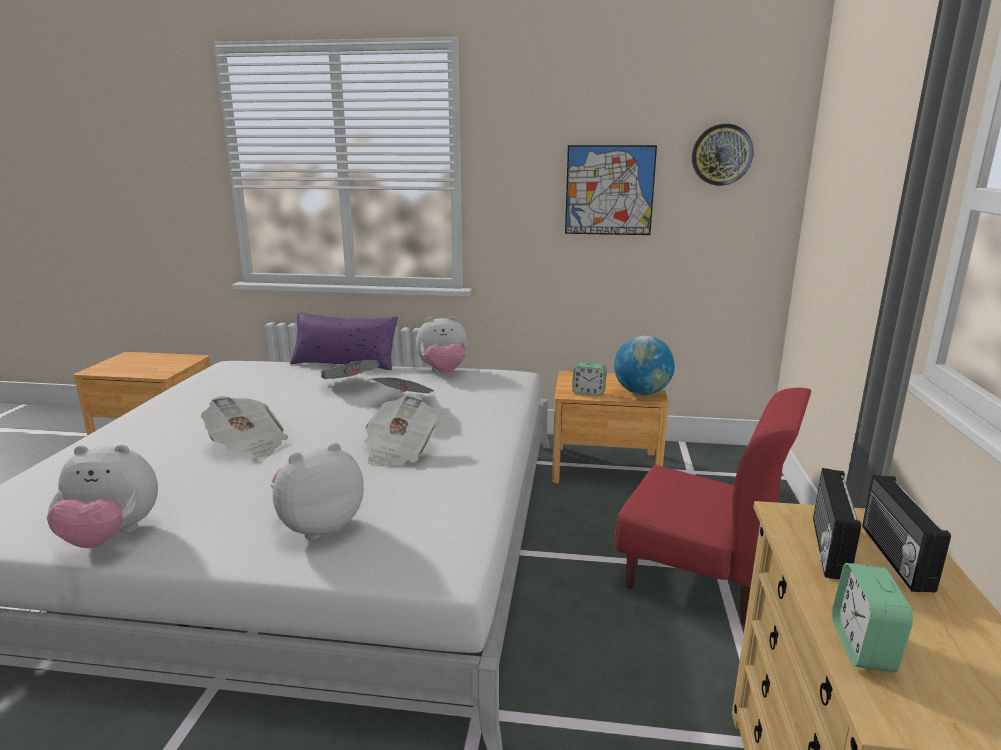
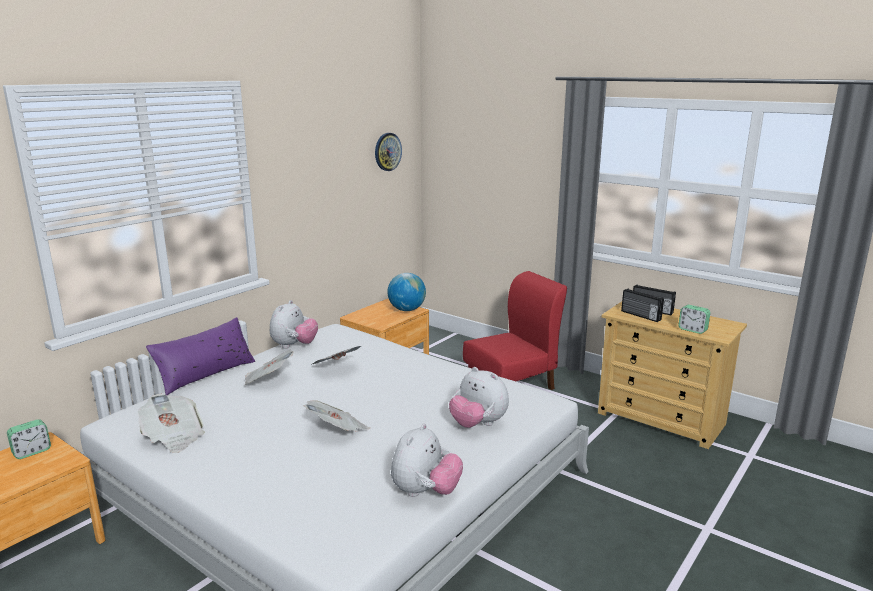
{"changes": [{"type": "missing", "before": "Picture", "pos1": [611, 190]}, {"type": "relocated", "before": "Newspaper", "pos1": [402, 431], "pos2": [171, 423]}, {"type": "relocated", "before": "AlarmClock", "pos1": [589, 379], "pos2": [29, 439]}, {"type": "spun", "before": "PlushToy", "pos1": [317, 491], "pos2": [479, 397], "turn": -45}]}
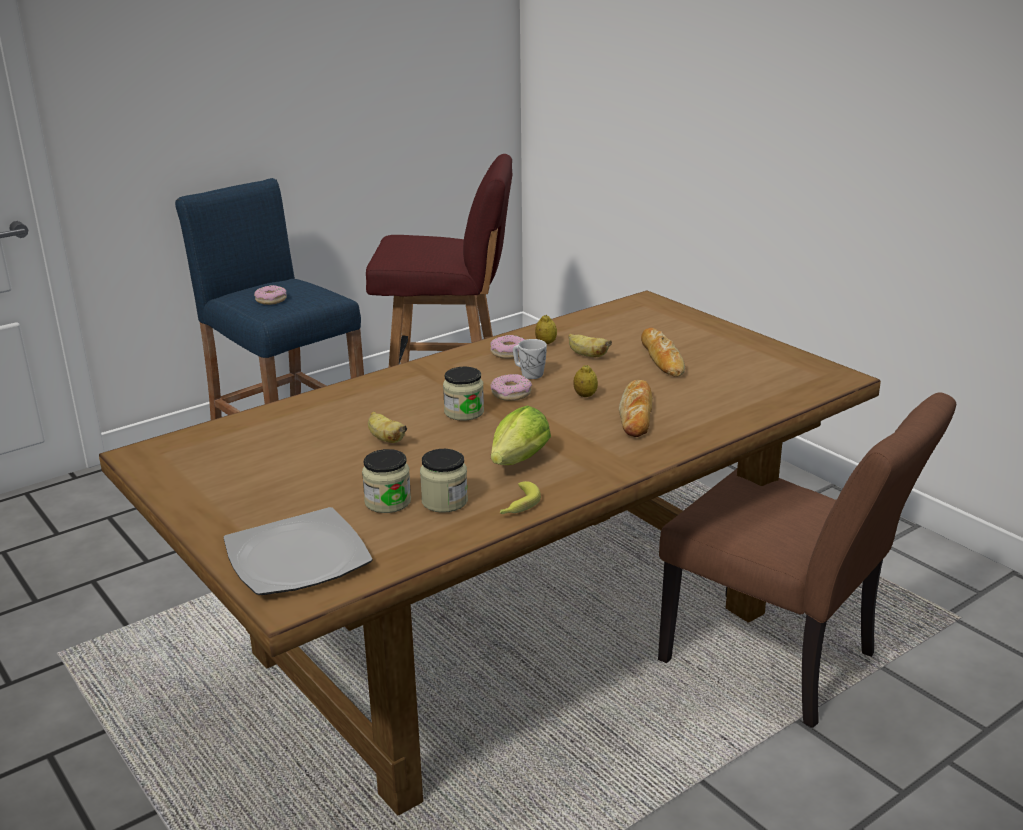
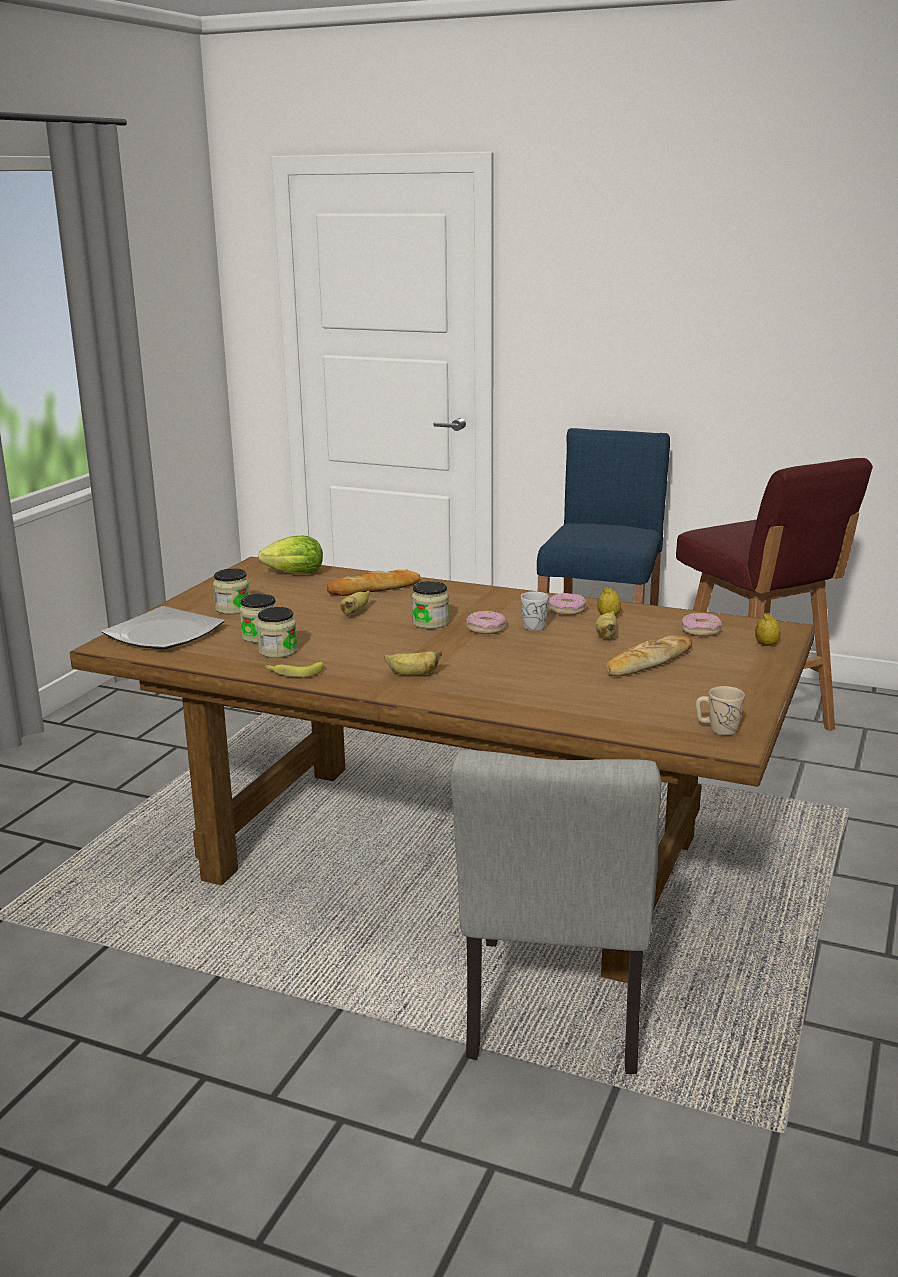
{"changes": [{"type": "appeared", "after": "Jar", "pos2": [231, 591]}, {"type": "appeared", "after": "Banana", "pos2": [413, 663]}, {"type": "appeared", "after": "BeigeMug", "pos2": [720, 711]}, {"type": "relocated", "before": "Donut", "pos1": [270, 295], "pos2": [701, 625]}, {"type": "relocated", "before": "Lettuce", "pos1": [521, 435], "pos2": [290, 555]}, {"type": "relocated", "before": "Lemon", "pos1": [585, 381], "pos2": [768, 629]}, {"type": "relocated", "before": "Bread", "pos1": [636, 408], "pos2": [374, 583]}, {"type": "colour", "before": "BrownChair", "after": "GreyChair", "pos1": [807, 560], "pos2": [556, 912]}]}
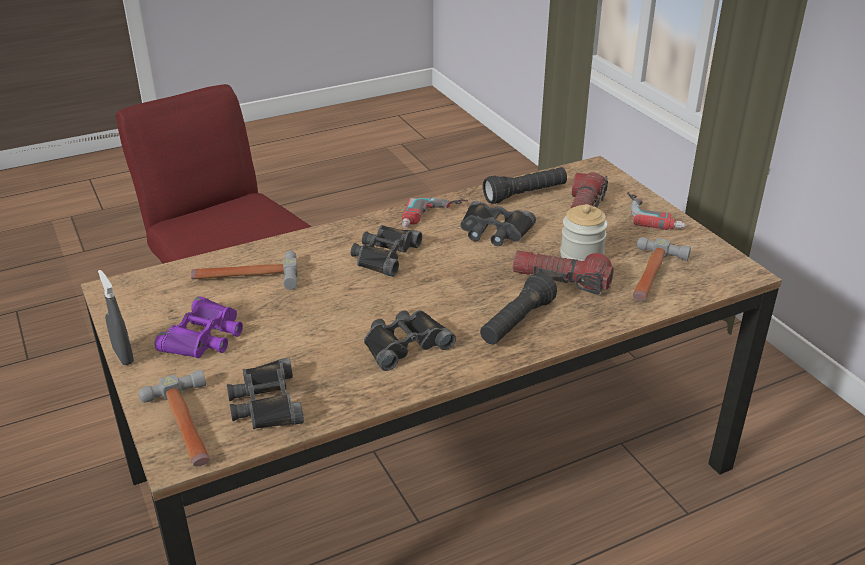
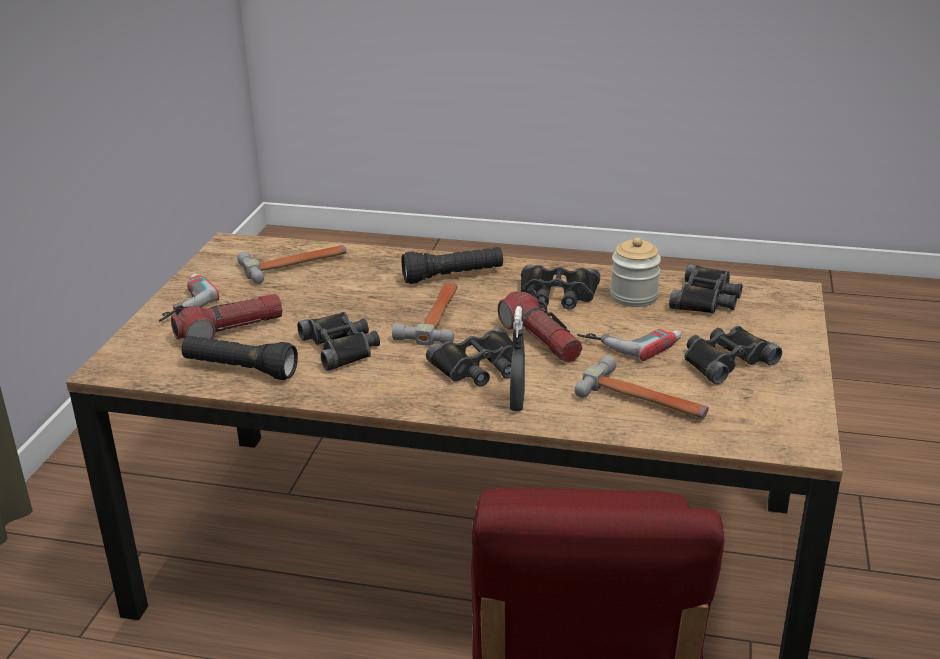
{"changes": [{"type": "relocated", "before": "GreySprayBottle", "pos1": [116, 317], "pos2": [517, 358]}, {"type": "relocated", "before": "Hammer", "pos1": [174, 417], "pos2": [425, 314]}, {"type": "relocated", "before": "PowerDrill", "pos1": [434, 213], "pos2": [629, 345]}, {"type": "relocated", "before": "Flashlight", "pos1": [563, 272], "pos2": [540, 326]}, {"type": "relocated", "before": "Jar", "pos1": [584, 232], "pos2": [635, 272]}, {"type": "colour", "before": "PurpleBinoculars", "after": "BlackBinoculars", "pos1": [199, 327], "pos2": [733, 355]}]}
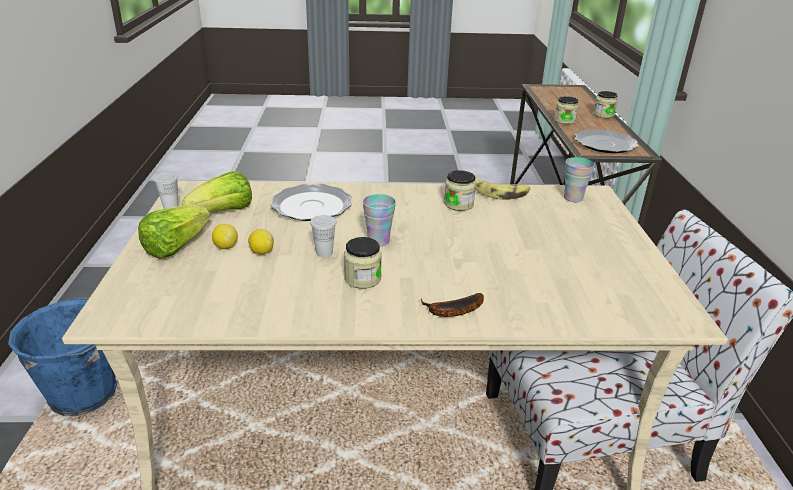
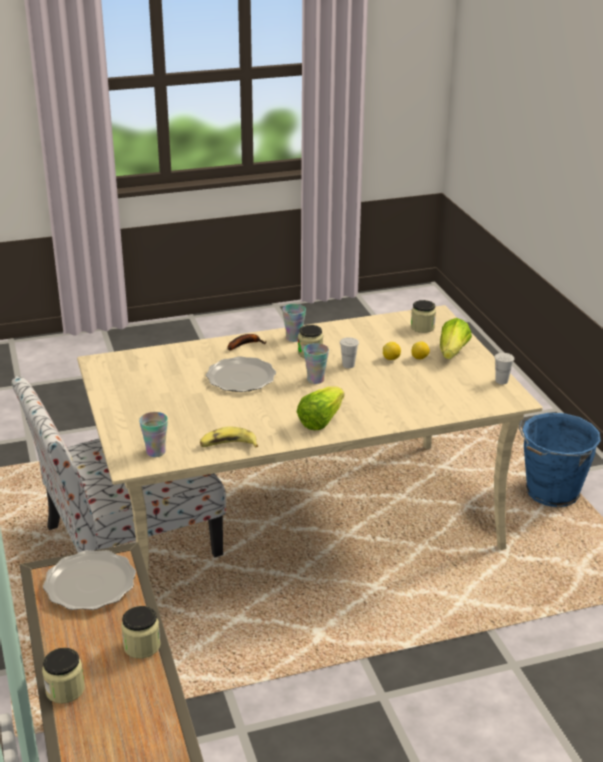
{"changes": [{"type": "appeared", "after": "Cup", "pos2": [294, 323]}, {"type": "relocated", "before": "Lettuce", "pos1": [217, 191], "pos2": [320, 408]}, {"type": "relocated", "before": "Plate", "pos1": [311, 202], "pos2": [241, 374]}, {"type": "relocated", "before": "Jar", "pos1": [460, 190], "pos2": [423, 316]}]}
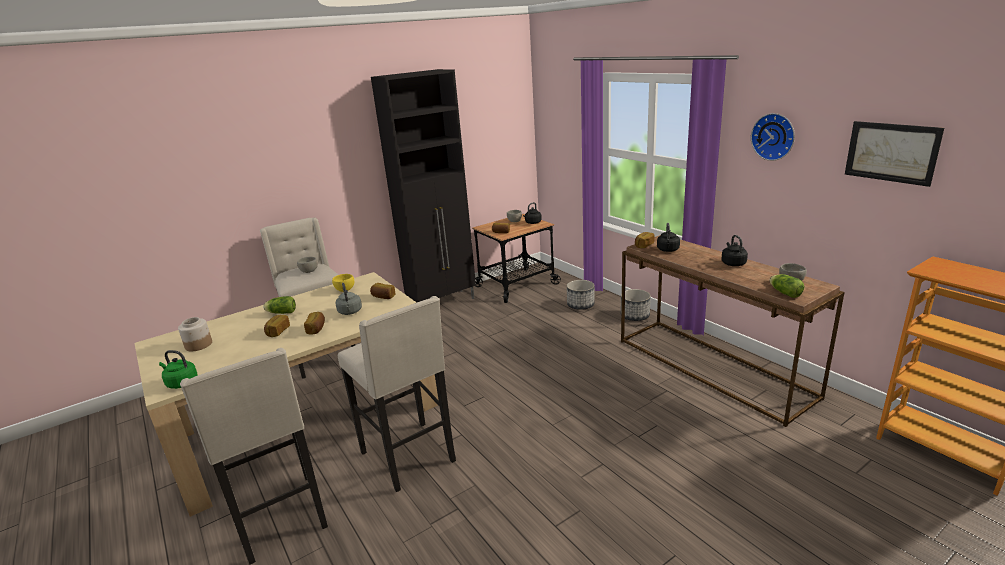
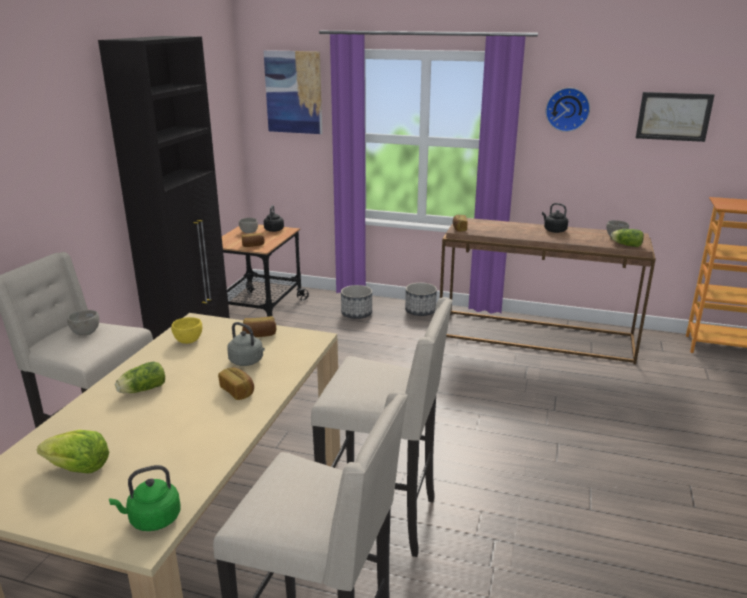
{"changes": [{"type": "missing", "before": "Bread", "pos1": [277, 326]}, {"type": "missing", "before": "BlackKettle", "pos1": [668, 237]}, {"type": "appeared", "after": "Picture", "pos2": [293, 92]}, {"type": "exchanged", "before": "Jar", "after": "Lettuce", "pos1": [195, 334], "pos2": [73, 451]}]}
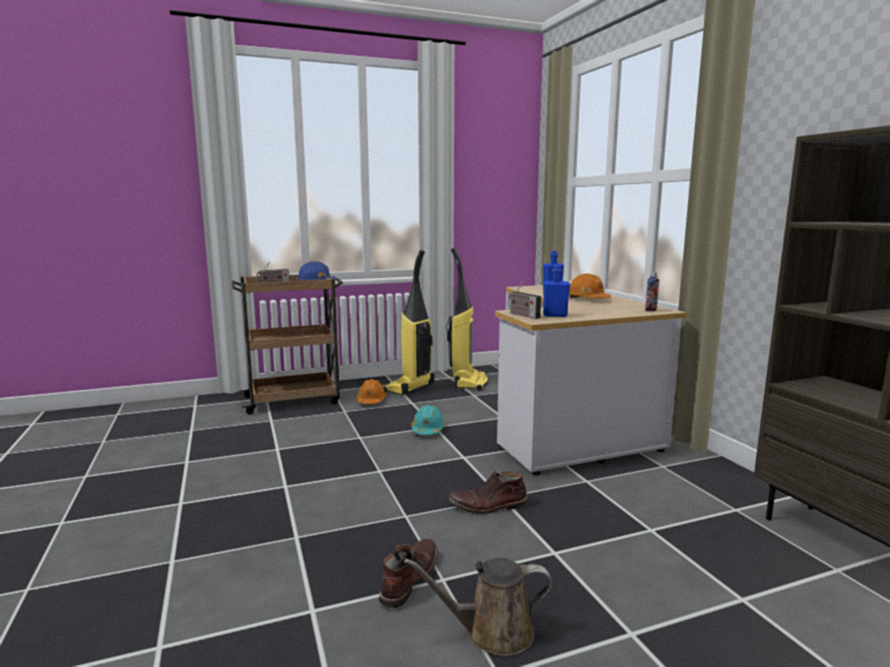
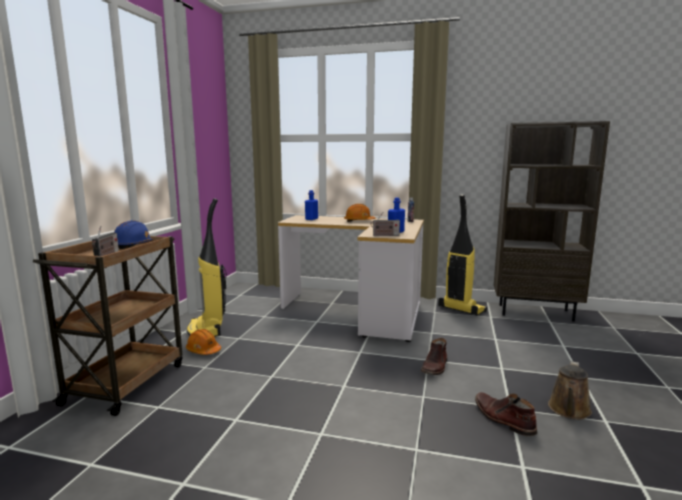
{"changes": [{"type": "missing", "before": "TurquoiseHardHat", "pos1": [428, 420]}, {"type": "relocated", "before": "VacuumCleaner", "pos1": [467, 319], "pos2": [462, 255]}]}
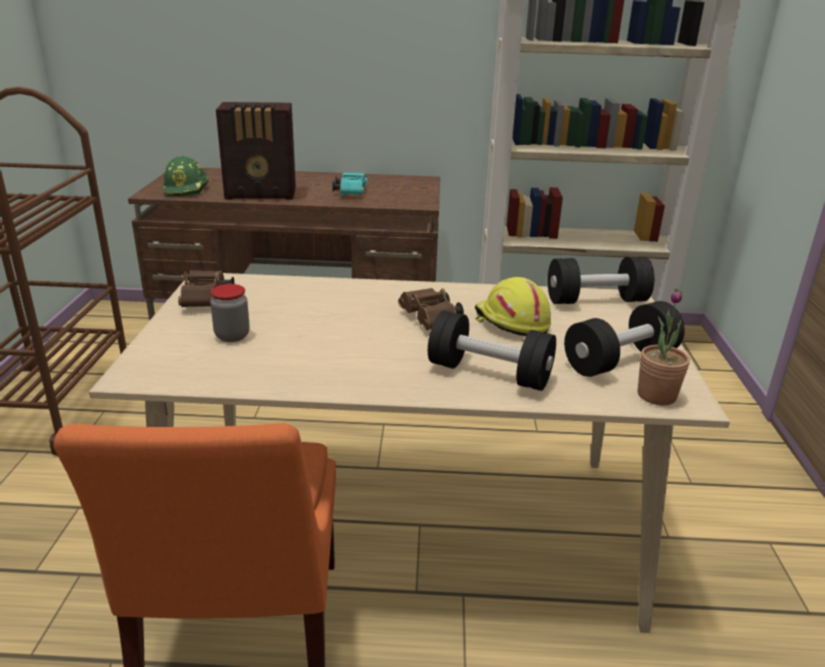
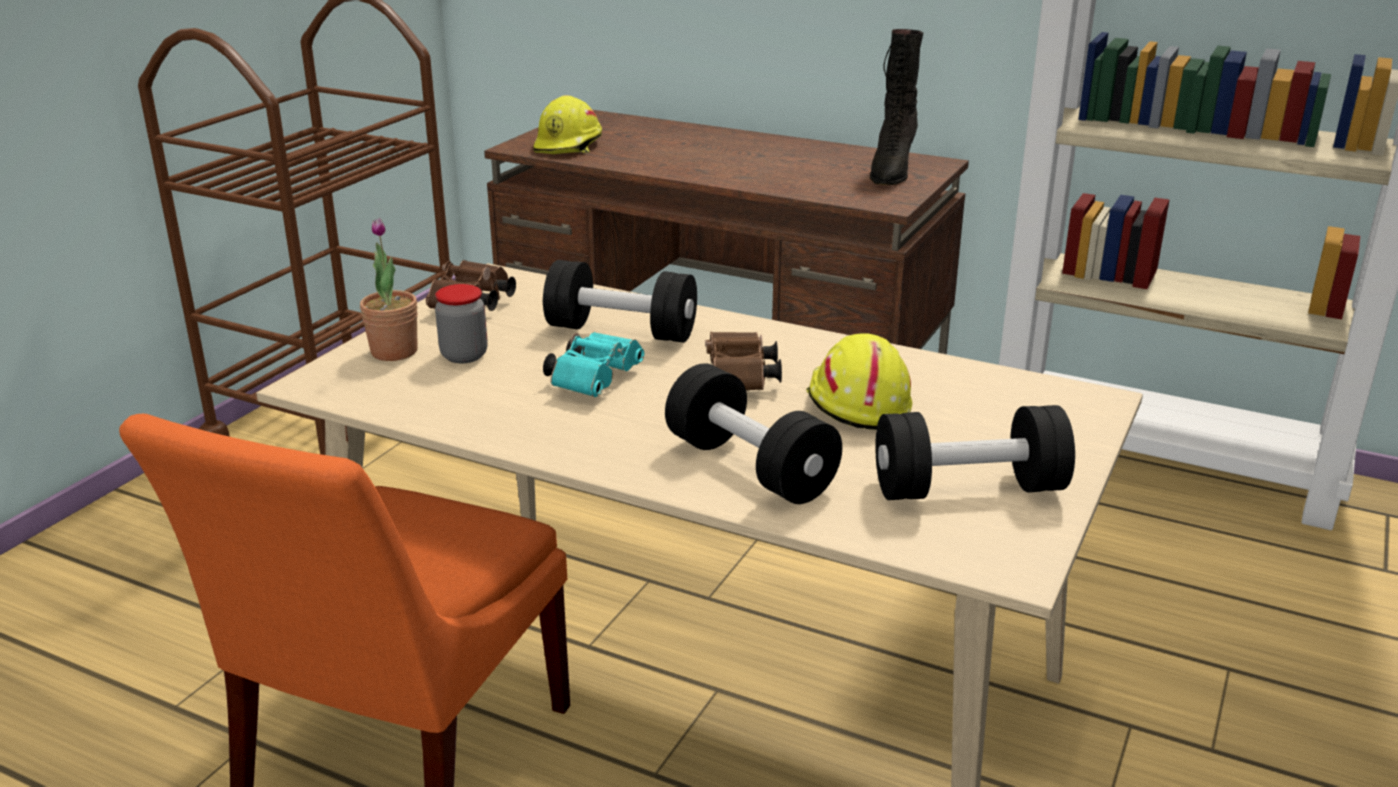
{"changes": [{"type": "missing", "before": "Radio", "pos1": [256, 151]}, {"type": "appeared", "after": "BlackBoot", "pos2": [896, 107]}, {"type": "relocated", "before": "TurquoiseBinoculars", "pos1": [349, 183], "pos2": [593, 364]}, {"type": "relocated", "before": "BlackDumbbell", "pos1": [601, 280], "pos2": [620, 301]}, {"type": "relocated", "before": "PottedPlant", "pos1": [664, 346], "pos2": [389, 289]}, {"type": "colour", "before": "GreenHardHat", "after": "YellowHardHat", "pos1": [186, 176], "pos2": [567, 124]}]}
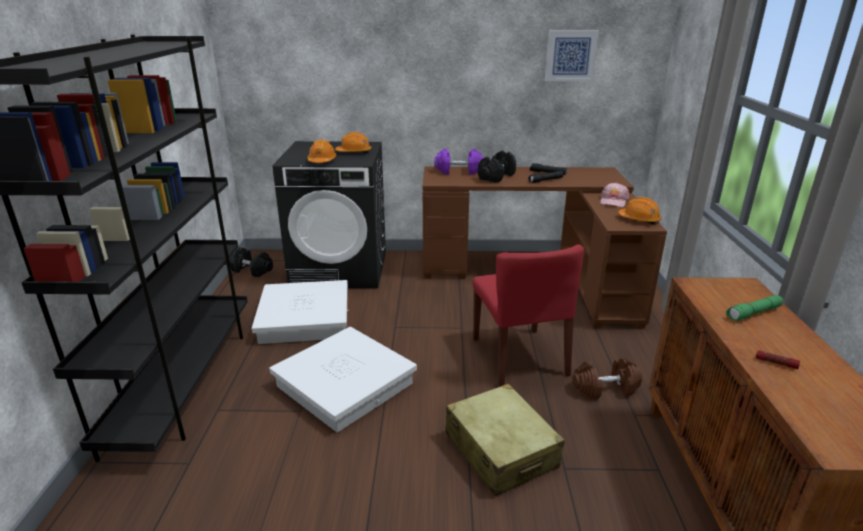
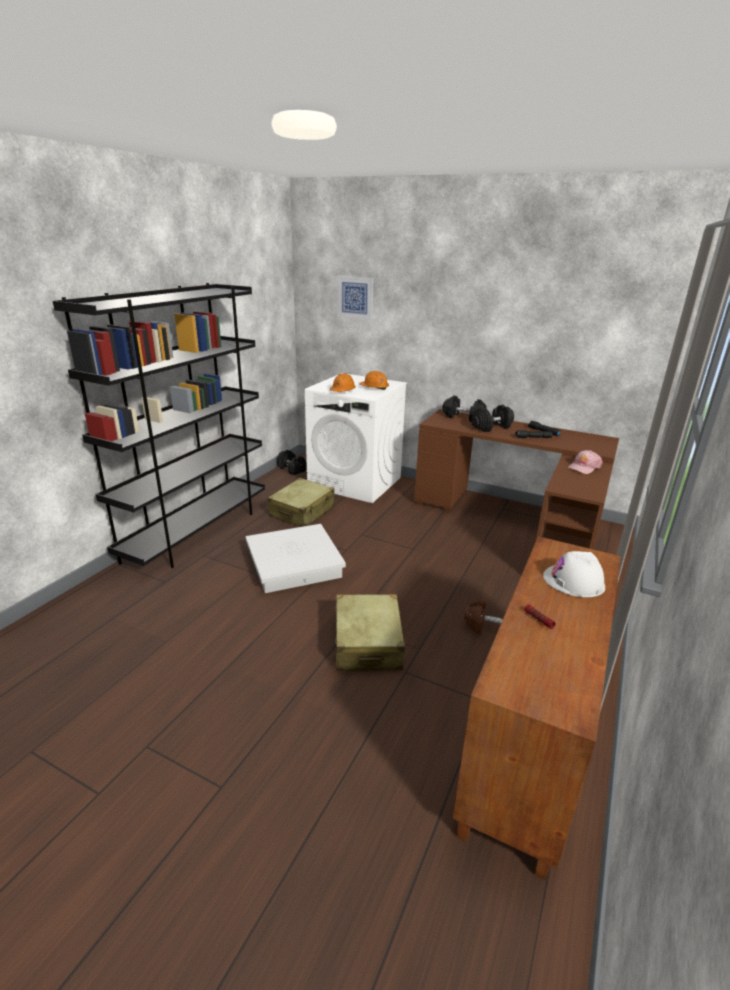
{"changes": [{"type": "missing", "before": "RedChair", "pos1": [528, 315]}, {"type": "missing", "before": "OrangeHardHat", "pos1": [639, 210]}, {"type": "relocated", "before": "Picture", "pos1": [572, 55], "pos2": [355, 298]}, {"type": "exchanged", "before": "WhiteStorageBox", "after": "BeigeSuitcase", "pos1": [300, 312], "pos2": [301, 502]}, {"type": "exchanged", "before": "GreenFlashlight", "after": "WhiteHardHat", "pos1": [754, 308], "pos2": [574, 574]}, {"type": "colour", "before": "BlackWashingMachine", "after": "WhiteWashingMachine", "pos1": [329, 214], "pos2": [356, 438]}, {"type": "colour", "before": "PurpleDumbbell", "after": "BlackDumbbell", "pos1": [459, 161], "pos2": [464, 408]}]}
